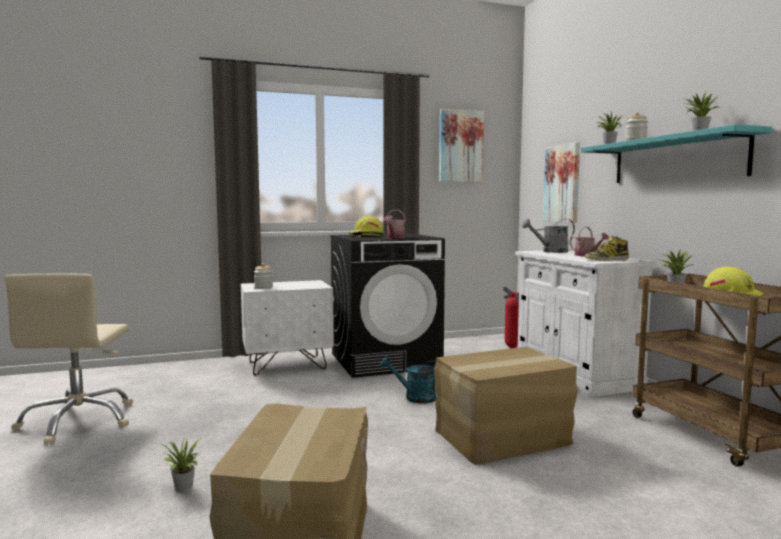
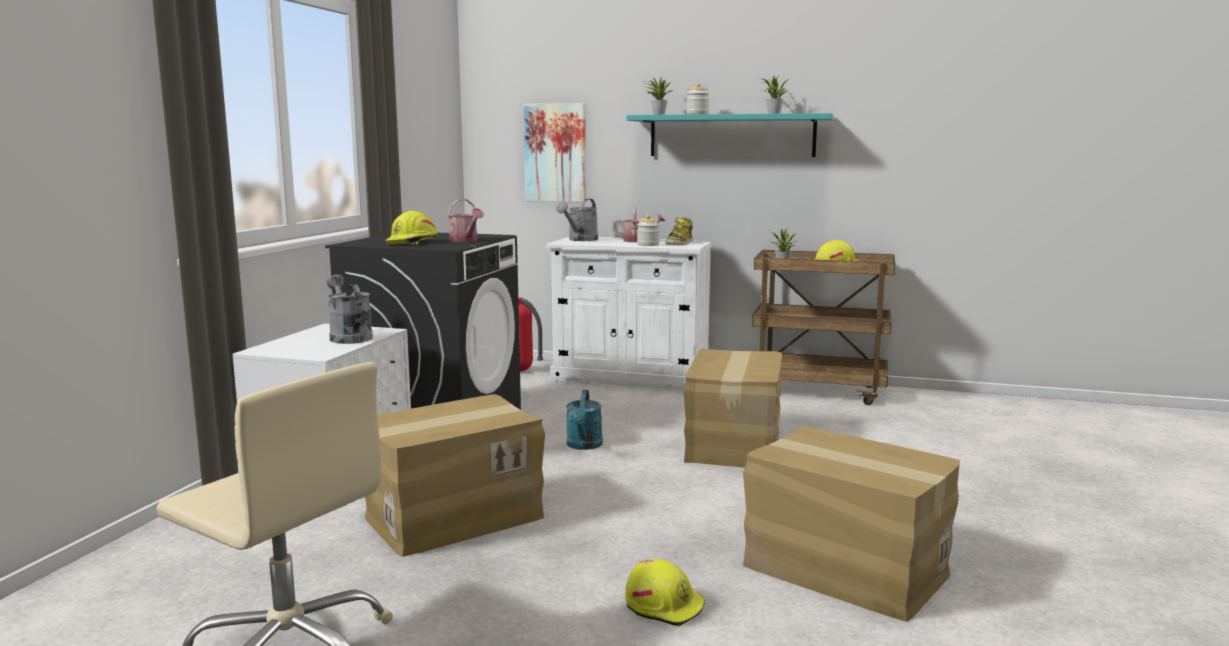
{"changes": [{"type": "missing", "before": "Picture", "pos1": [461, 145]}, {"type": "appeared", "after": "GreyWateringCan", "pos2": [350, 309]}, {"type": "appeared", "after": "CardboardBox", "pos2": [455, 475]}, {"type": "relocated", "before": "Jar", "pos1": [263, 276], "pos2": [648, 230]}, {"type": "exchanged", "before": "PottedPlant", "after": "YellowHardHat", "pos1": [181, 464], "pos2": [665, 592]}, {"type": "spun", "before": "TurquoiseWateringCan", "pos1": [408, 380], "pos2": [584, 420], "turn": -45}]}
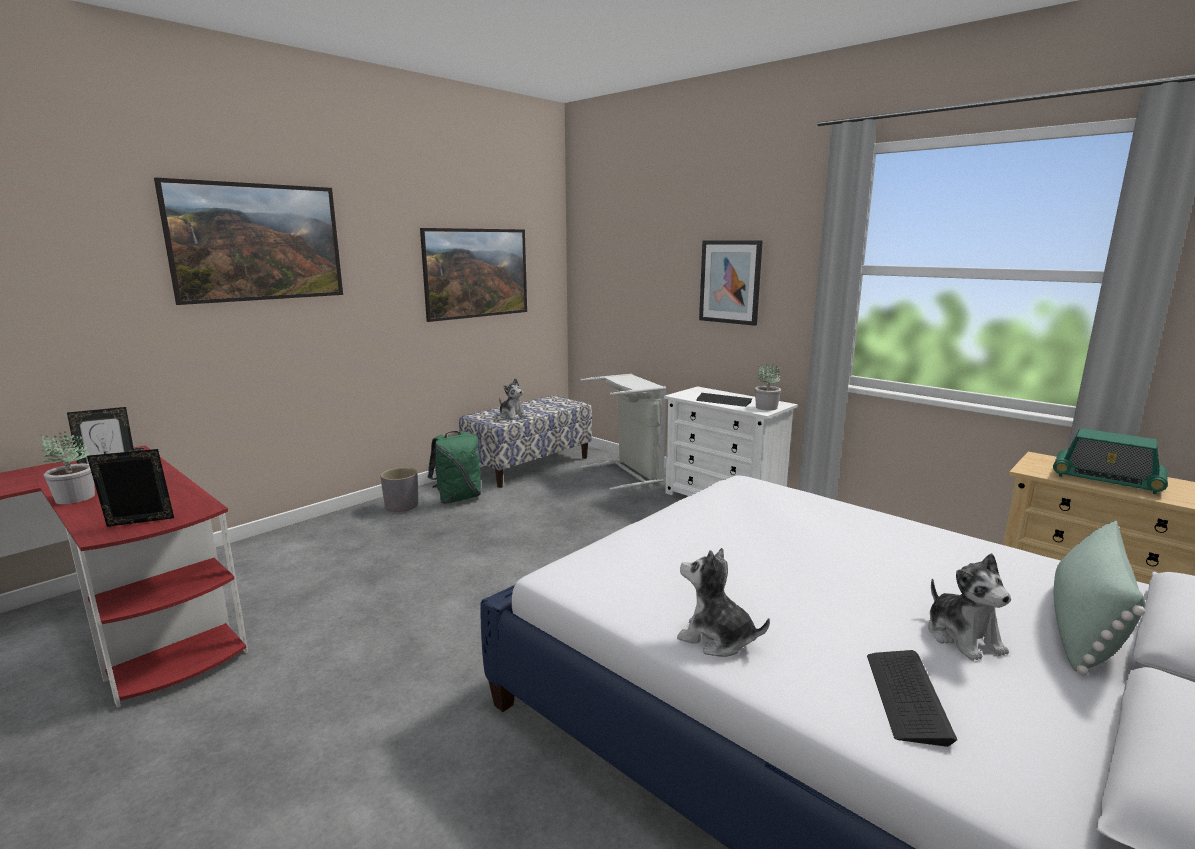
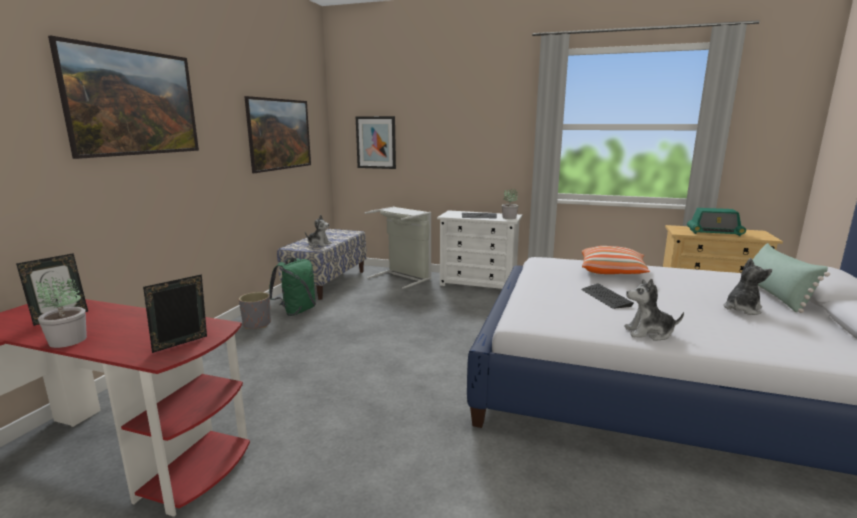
{"changes": [{"type": "appeared", "after": "Pillow", "pos2": [616, 260]}, {"type": "relocated", "before": "Picture", "pos1": [731, 283], "pos2": [376, 142]}, {"type": "relocated", "before": "Keyboard", "pos1": [912, 698], "pos2": [607, 296]}, {"type": "spun", "before": "PlushToy", "pos1": [969, 607], "pos2": [748, 286], "turn": -90}]}
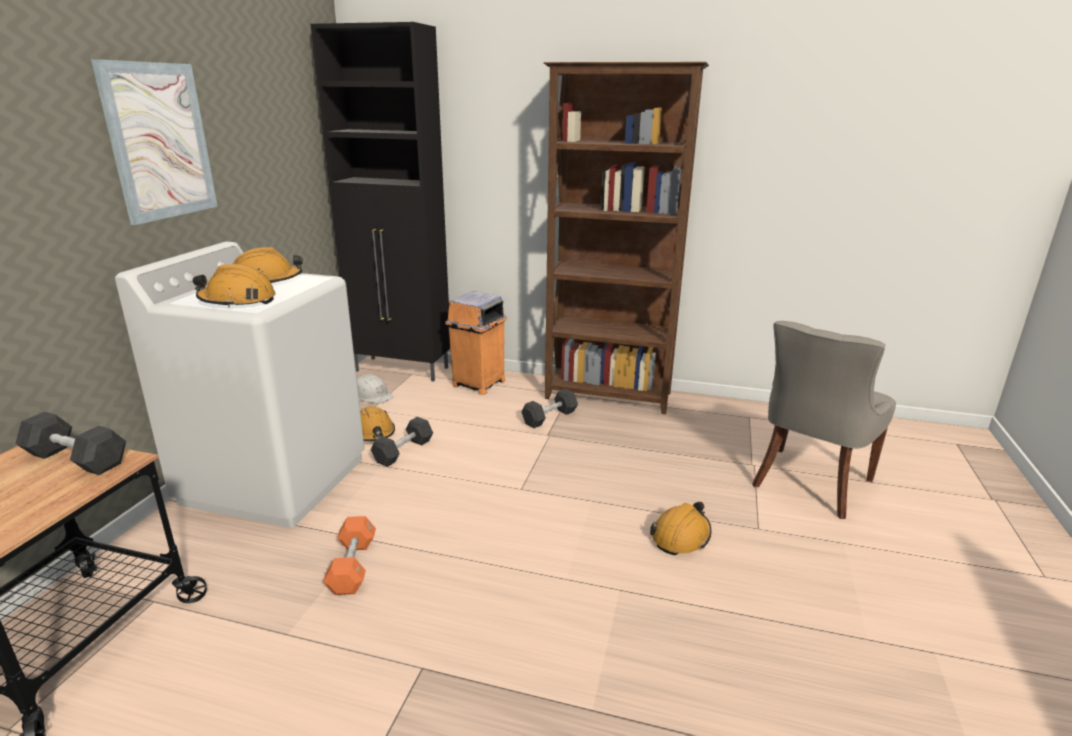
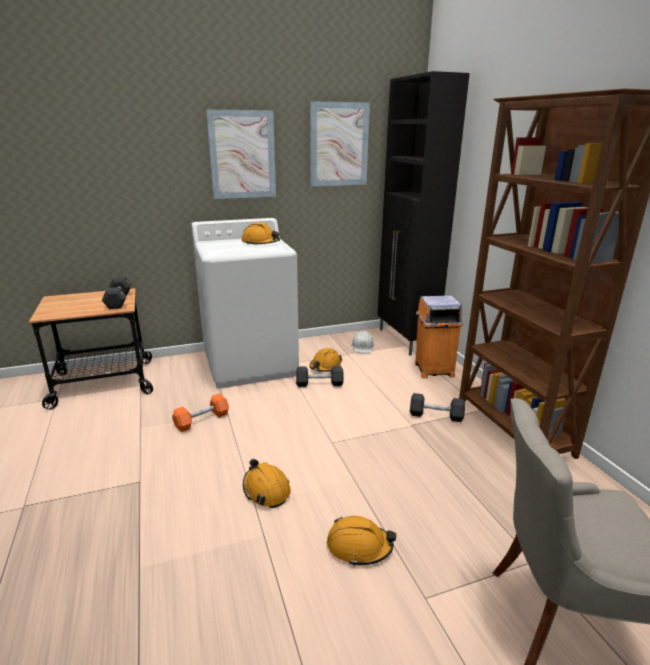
{"changes": [{"type": "appeared", "after": "Picture", "pos2": [340, 143]}, {"type": "relocated", "before": "OrangeHardHat", "pos1": [234, 286], "pos2": [267, 483]}]}
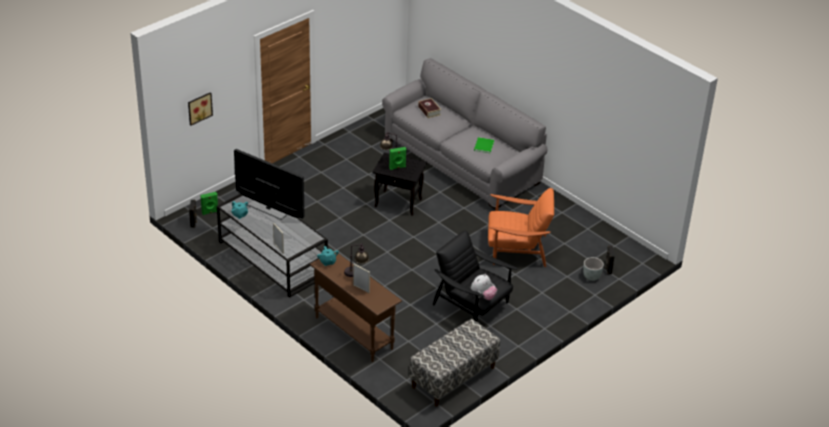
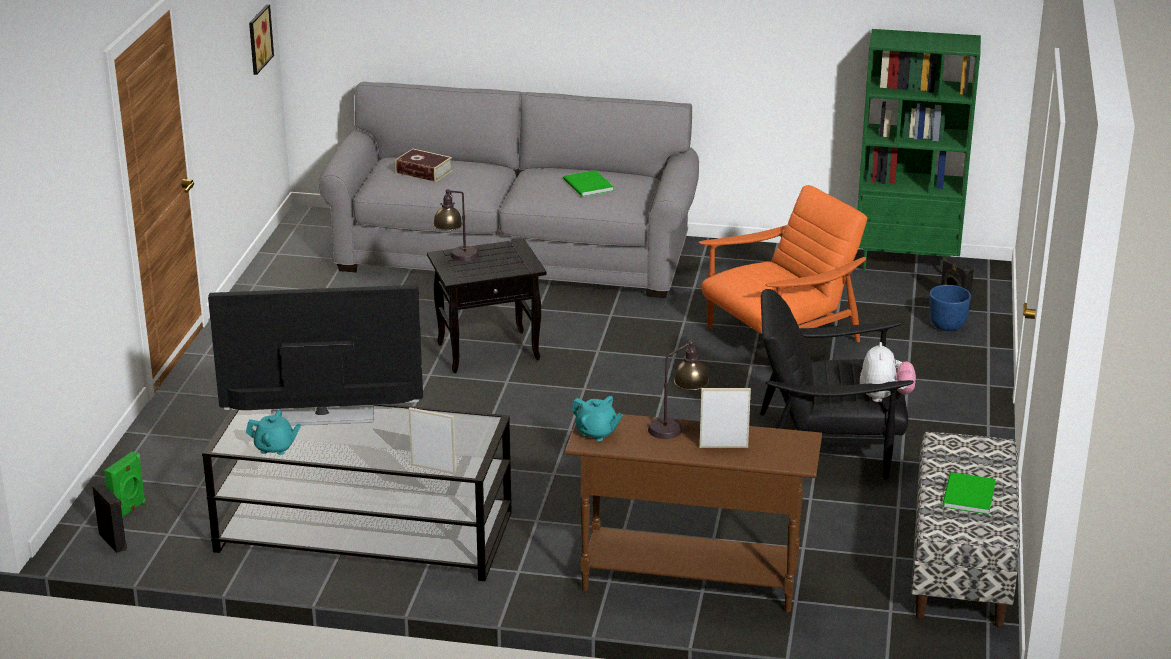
{"changes": [{"type": "missing", "before": "GreenSpeaker", "pos1": [398, 158]}, {"type": "appeared", "after": "GreenBookcase", "pos2": [919, 150]}, {"type": "appeared", "after": "GreenBook", "pos2": [969, 493]}, {"type": "relocated", "before": "Picture", "pos1": [200, 109], "pos2": [261, 39]}, {"type": "colour", "before": "GreyPlanter", "after": "BluePlanter", "pos1": [593, 269], "pos2": [950, 308]}]}
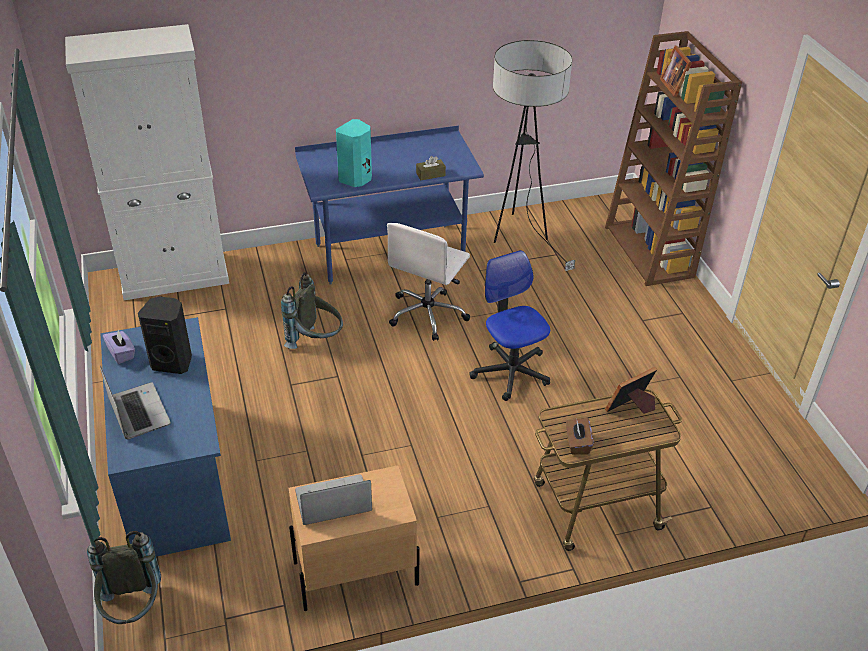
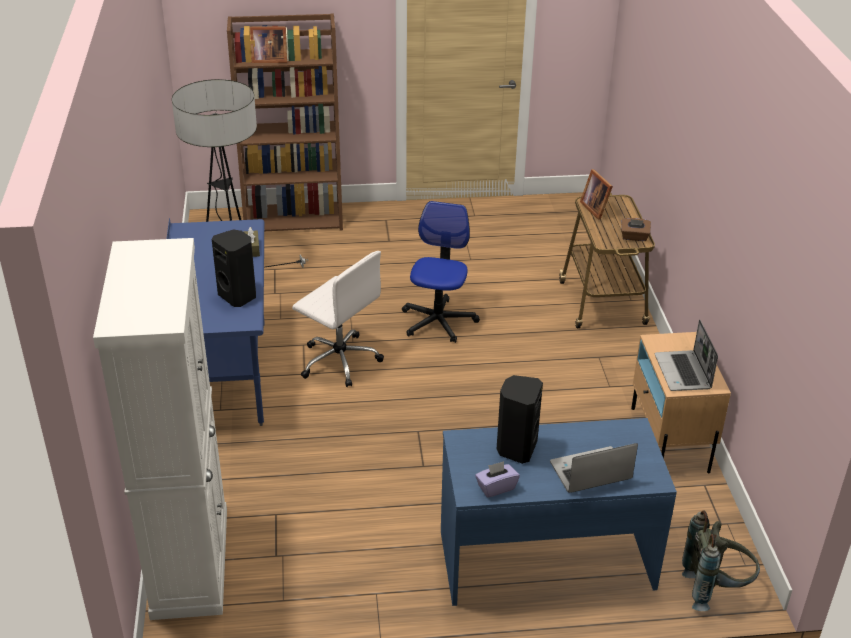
{"changes": [{"type": "missing", "before": "GreyBackpack", "pos1": [312, 310]}, {"type": "colour", "before": "TurquoiseSpeaker", "after": "BlackSpeaker", "pos1": [354, 153], "pos2": [234, 268]}, {"type": "spun", "before": "OfficeChair", "pos1": [509, 325], "pos2": [441, 272], "turn": 120}]}
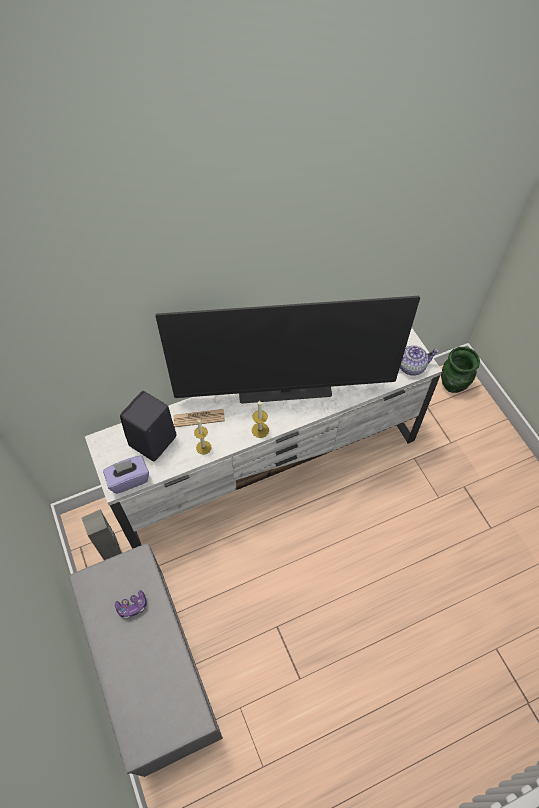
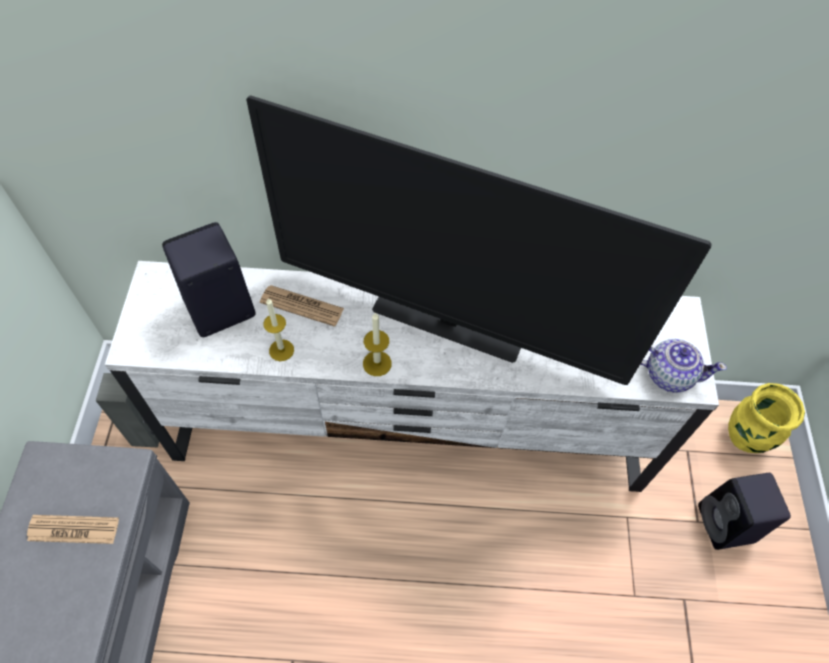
{"changes": [{"type": "missing", "before": "PurpleTissueBox", "pos1": [126, 474]}, {"type": "appeared", "after": "BlackSpeaker", "pos2": [744, 511]}, {"type": "exchanged", "before": "GameController", "after": "Newspaper", "pos1": [131, 604], "pos2": [73, 529]}, {"type": "colour", "before": "GreenVase", "after": "YellowVase", "pos1": [460, 370], "pos2": [766, 418]}]}
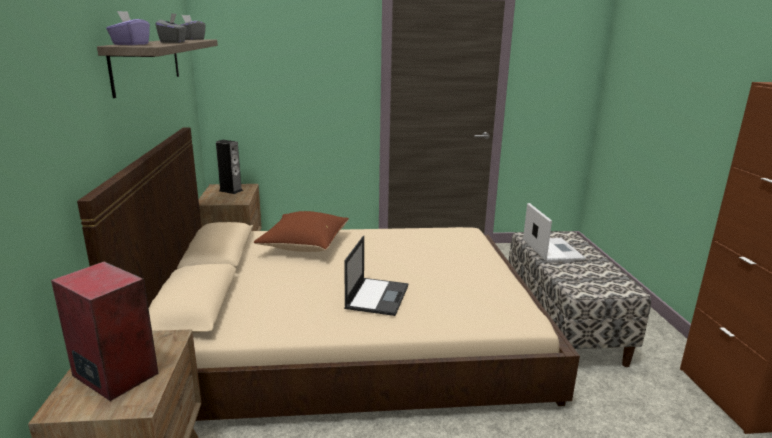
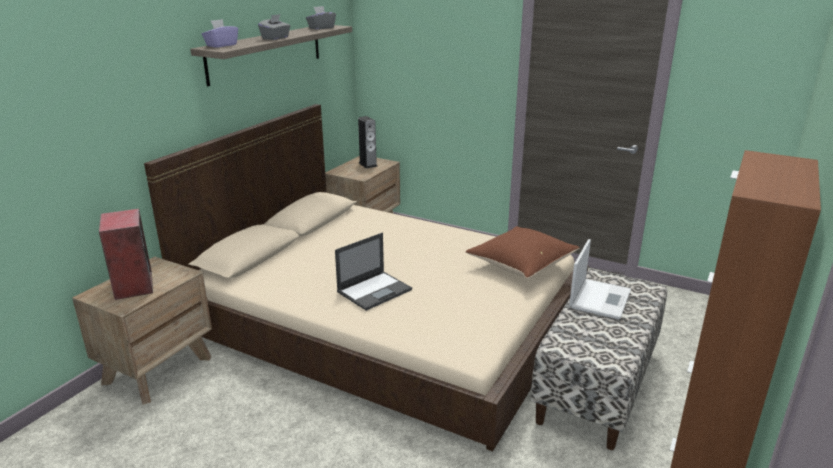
{"changes": [{"type": "relocated", "before": "BrownPillow", "pos1": [301, 231], "pos2": [523, 252]}]}
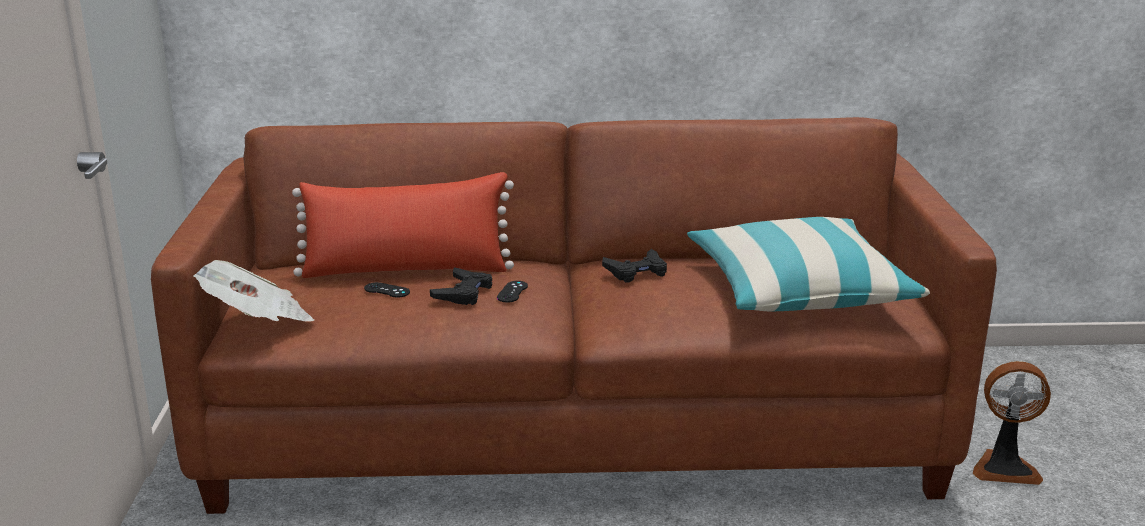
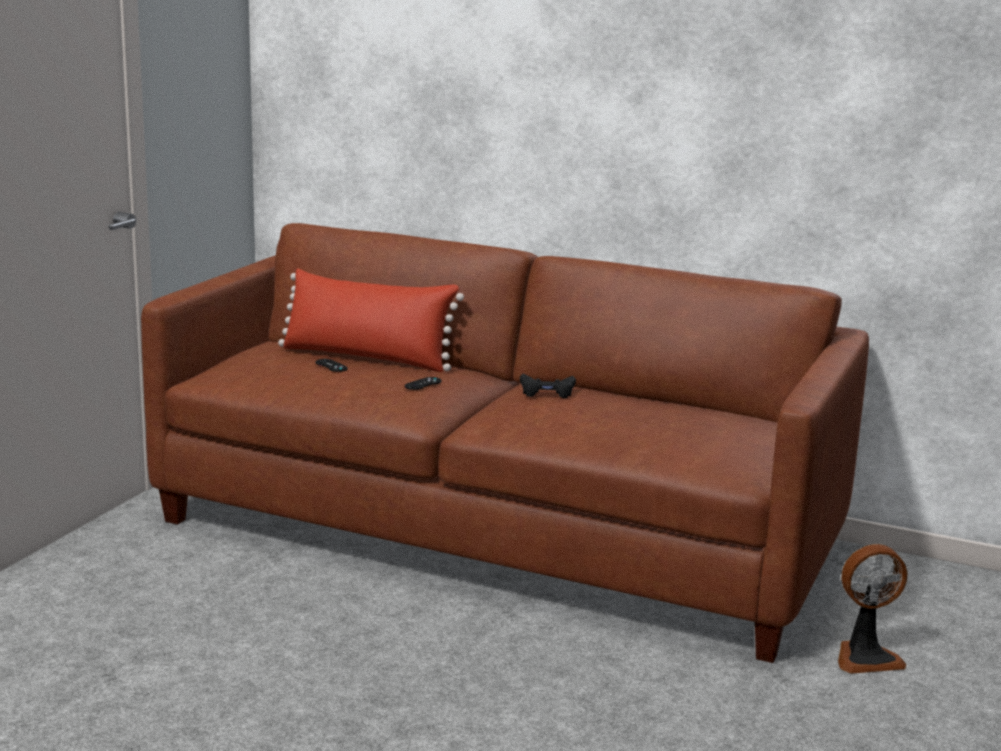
{"changes": [{"type": "missing", "before": "Newspaper", "pos1": [254, 290]}, {"type": "missing", "before": "BlackGameController", "pos1": [461, 286]}, {"type": "missing", "before": "Pillow", "pos1": [808, 264]}, {"type": "spun", "before": "Fan", "pos1": [1012, 423], "pos2": [873, 609], "turn": -45}]}
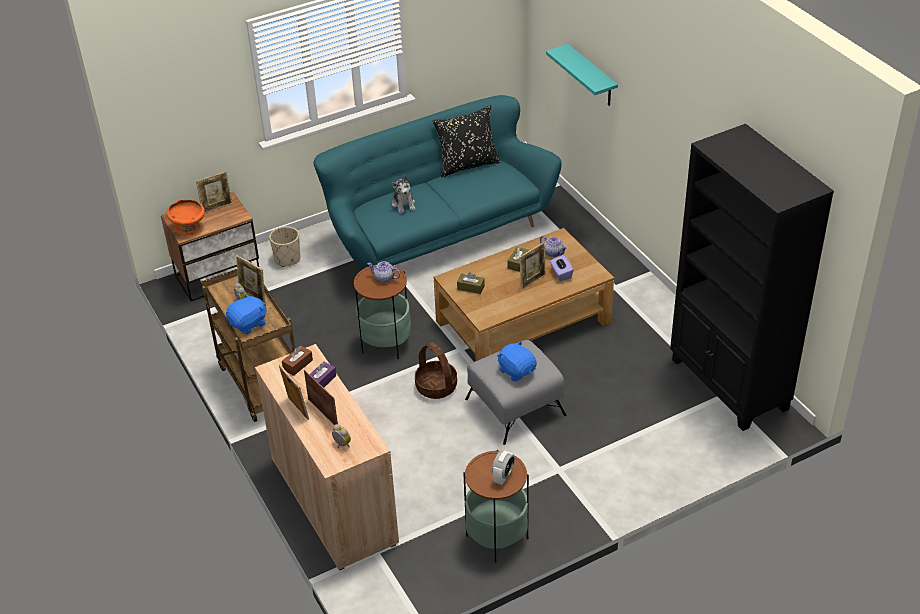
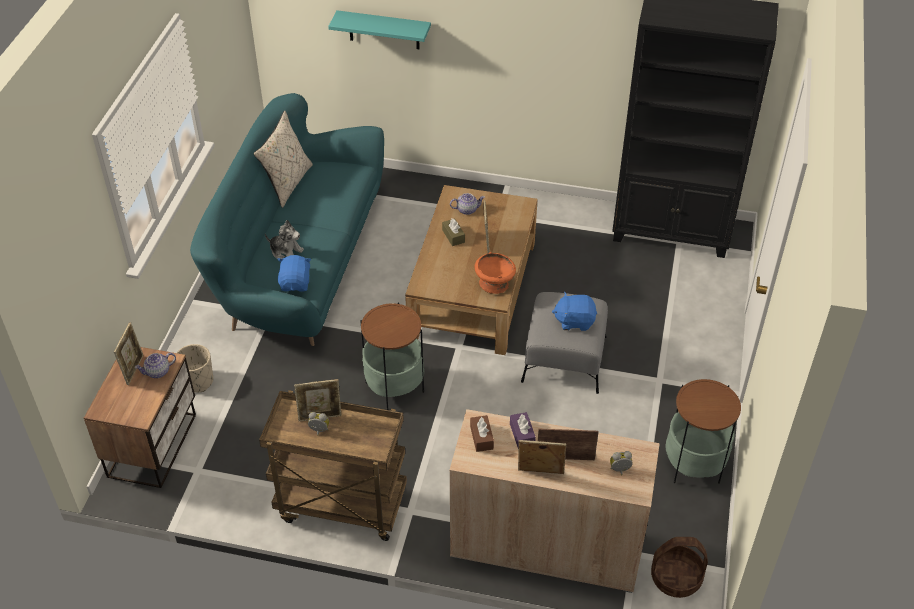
{"changes": [{"type": "missing", "before": "BrownTissueBox", "pos1": [471, 283]}, {"type": "missing", "before": "AlarmClock", "pos1": [503, 468]}, {"type": "missing", "before": "PurpleTissueBox", "pos1": [561, 268]}, {"type": "relocated", "before": "OrangeBowl", "pos1": [185, 217], "pos2": [495, 273]}, {"type": "relocated", "before": "BluePlushToy", "pos1": [246, 313], "pos2": [294, 273]}, {"type": "relocated", "before": "Teapot", "pos1": [383, 272], "pos2": [155, 365]}, {"type": "relocated", "before": "Basket", "pos1": [436, 370], "pos2": [679, 567]}, {"type": "colour", "before": "BlackPillow", "after": "BeigePillow", "pos1": [466, 141], "pos2": [283, 159]}]}
